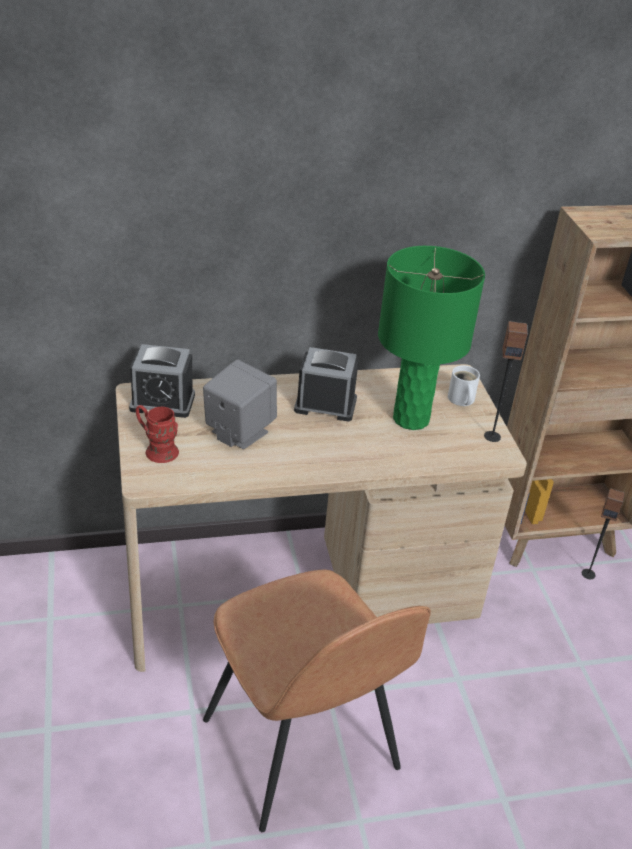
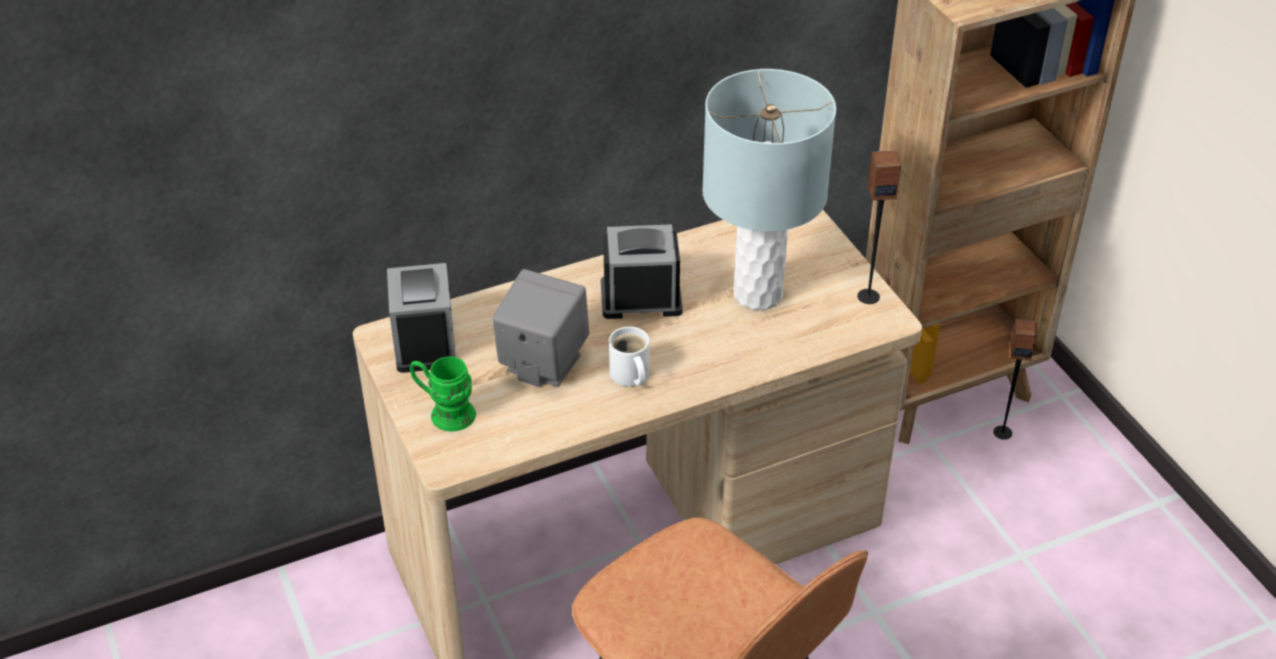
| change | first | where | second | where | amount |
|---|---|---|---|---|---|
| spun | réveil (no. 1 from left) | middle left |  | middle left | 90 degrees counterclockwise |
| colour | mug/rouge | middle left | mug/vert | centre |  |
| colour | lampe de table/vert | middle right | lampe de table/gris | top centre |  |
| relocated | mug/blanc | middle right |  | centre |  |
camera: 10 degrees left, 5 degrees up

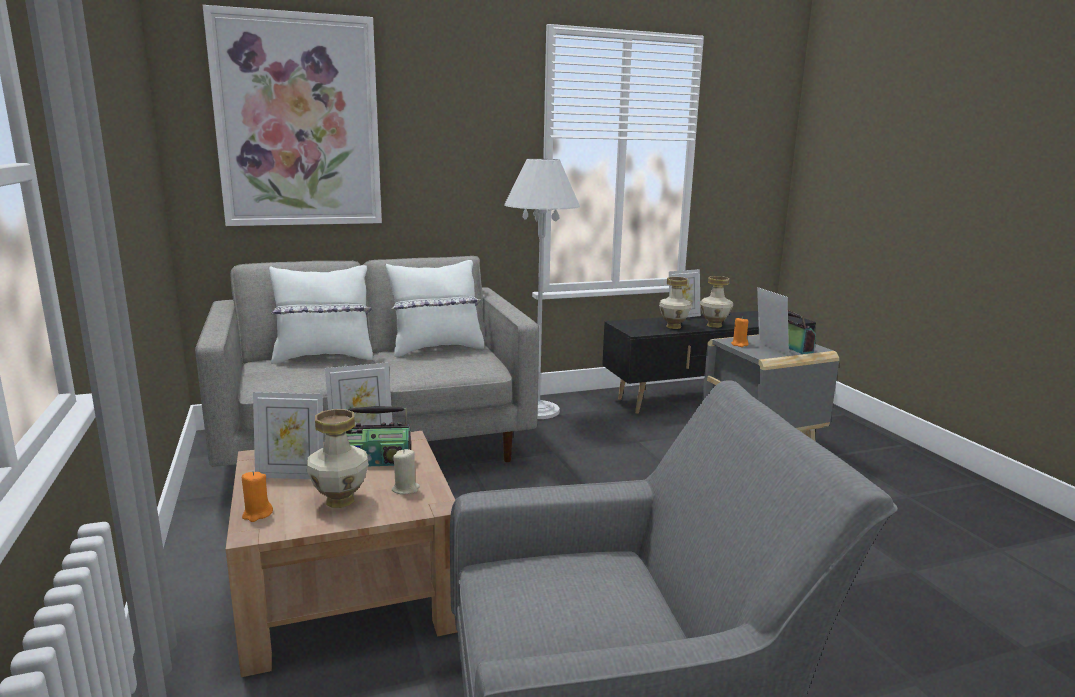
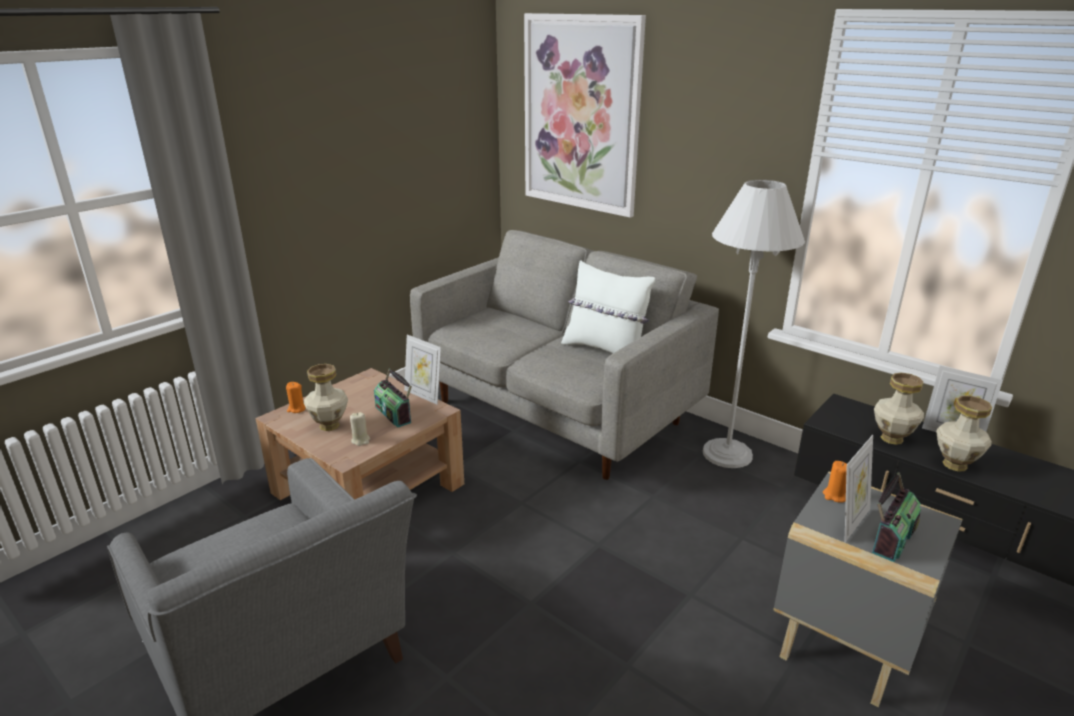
| change | first | where | second | where | amount |
|---|---|---|---|---|---|
| missing | cadre photo (no. 1 from left) | middle left |  |  |  |
| missing | coussin/blanc (no. 1 from left) | middle left |  |  |  |
camera: 60 degrees right, 10 degrees up

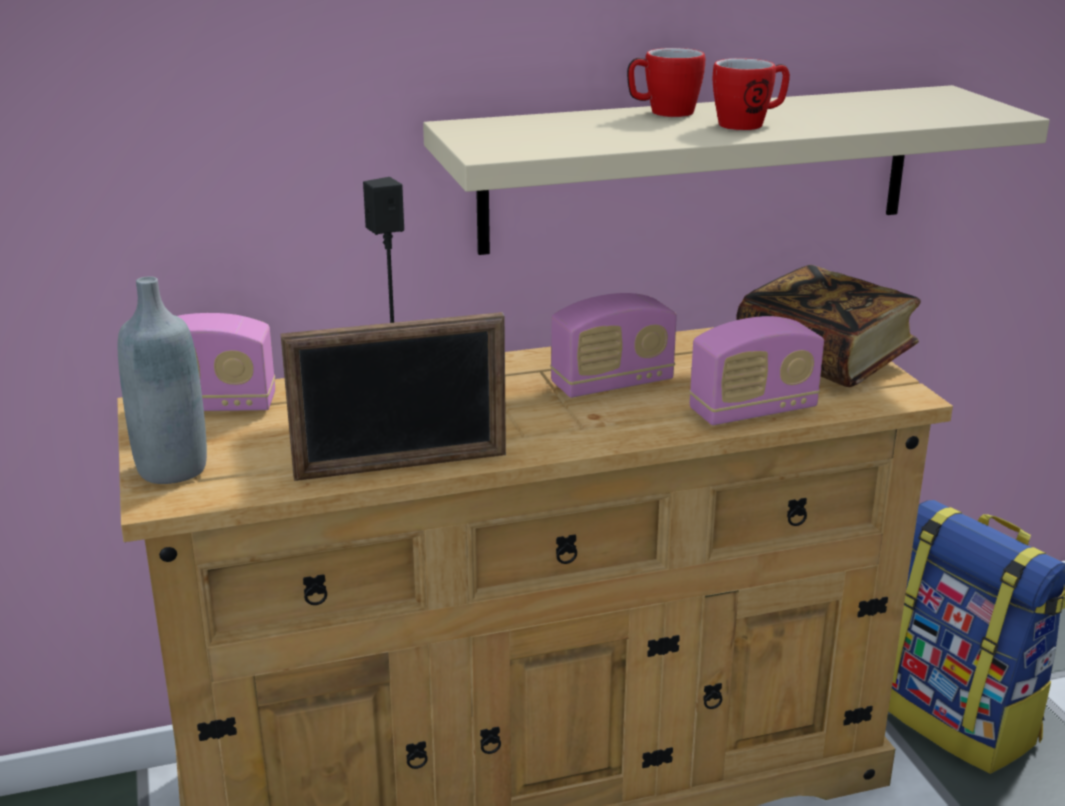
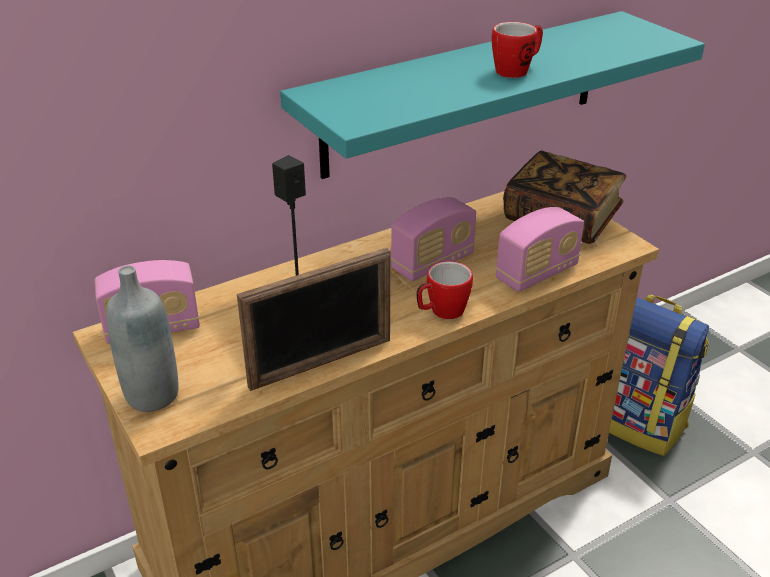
| change | first | where | second | where | amount |
|---|---|---|---|---|---|
| colour | étagère/beige | top right | étagère/turquoise | top centre |  |
| relocated | mug (no. 1 from left) | top centre |  | centre |  |
camera: 15 degrees left, 10 degrees up

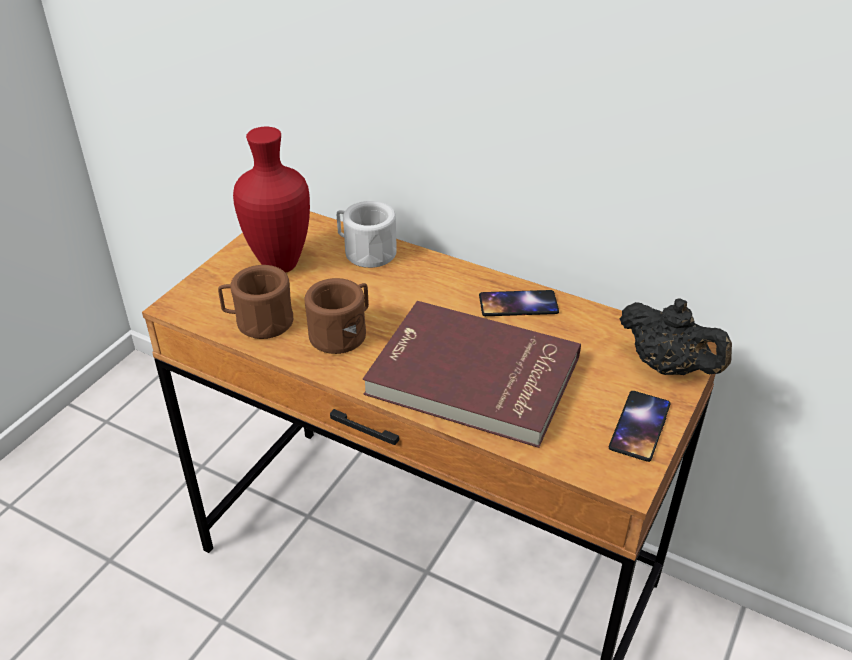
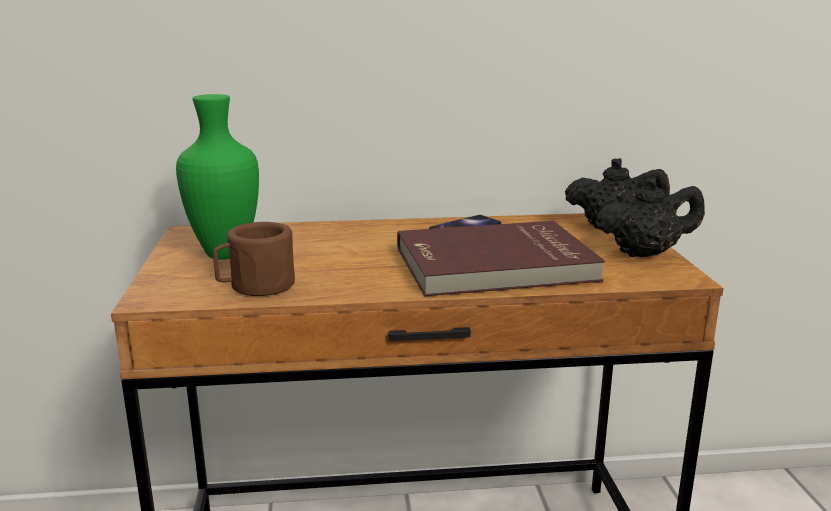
| change | first | where | second | where | amount |
|---|---|---|---|---|---|
| colour | vase/rouge | top left | vase/vert | middle left |  |
| missing | mug/marron (no. 2 from left) | centre |  |  |  |
| missing | mug/blanc | centre |  |  |  |
| exchanged | téléphone (no. 2 from left) | middle right | théière/noir (no. 2 from left) | middle right |  |
camera: 35 degrees left, 20 degrees down

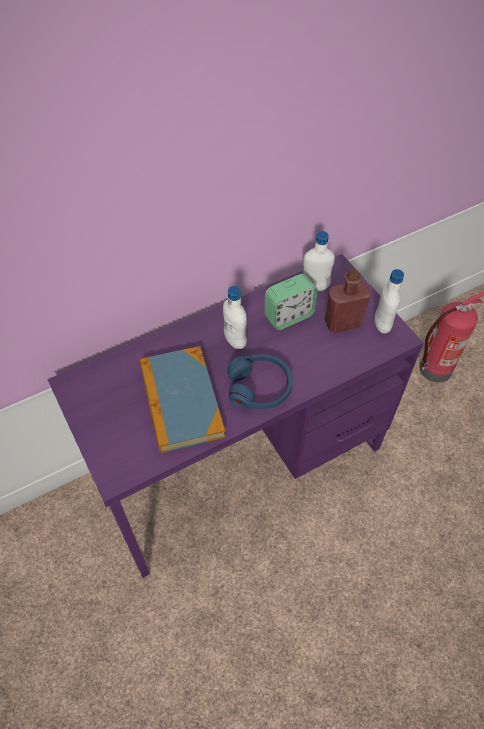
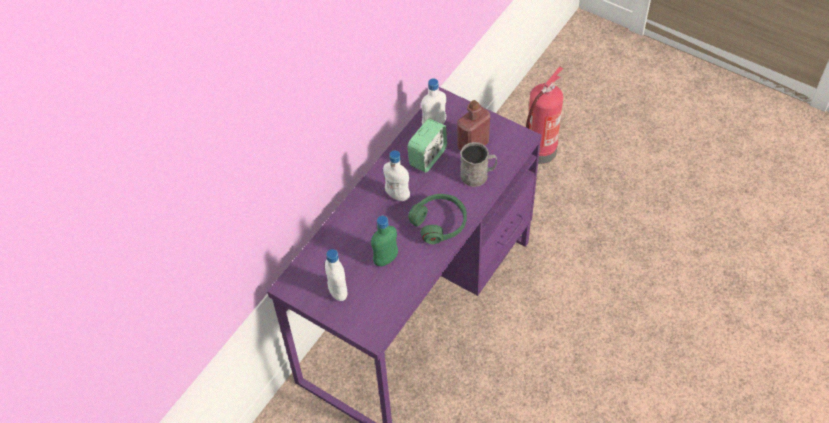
| change | first | where | second | where | amount |
|---|---|---|---|---|---|
| exchanged | livre | centre | bouteille/vert | centre |  |
| colour | casque audio/bleu | centre | casque audio/vert | centre |  |
| relocated | bouteille/blanc (no. 3 from left in the first image) | middle right | bouteille/blanc (no. 1 from left) | centre |  |
| appeared |  |  | mug/gris | centre |  |
camera: 25 degrees left, 0 degrees up

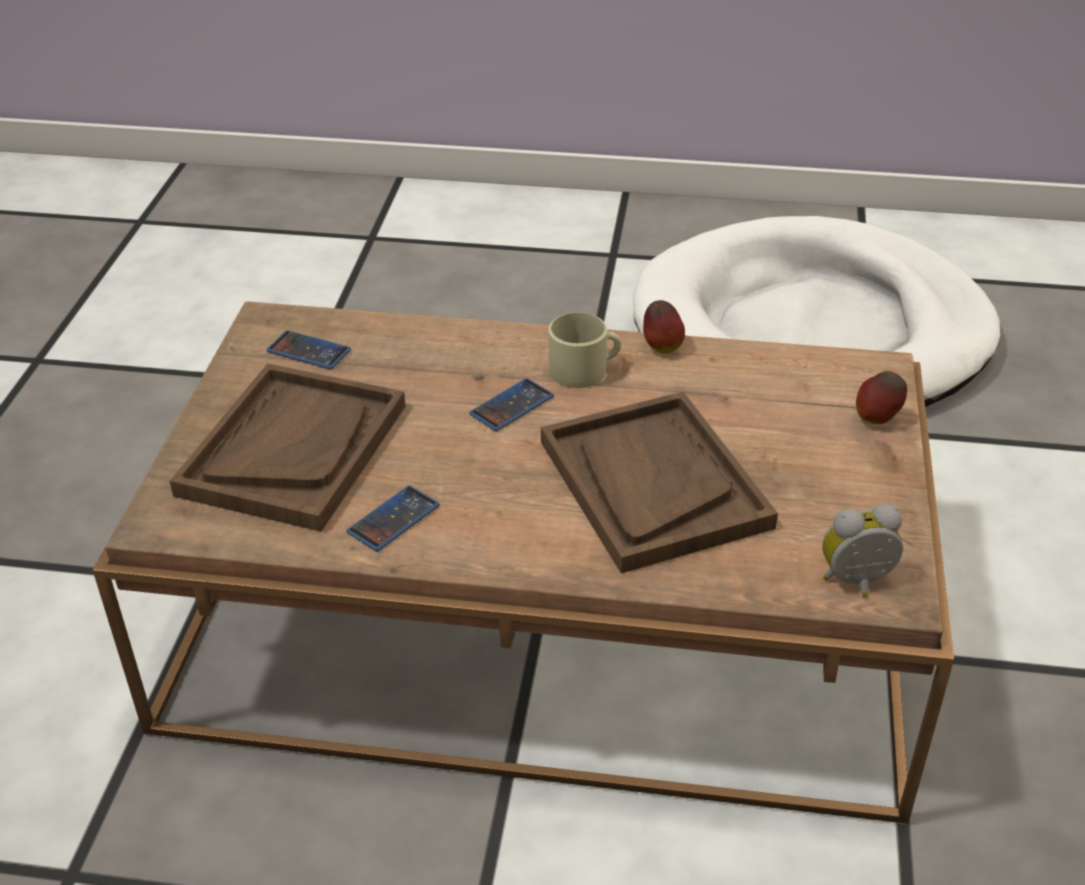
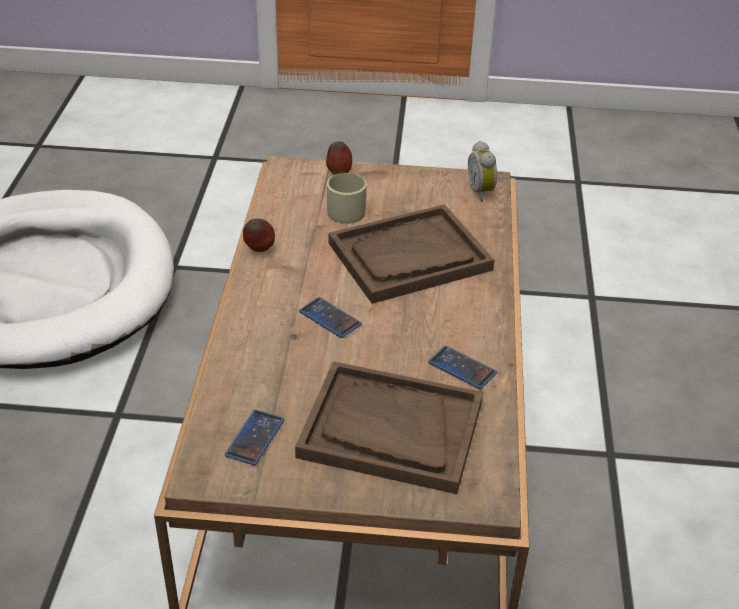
| change | first | where | second | where | amount |
|---|---|---|---|---|---|
| relocated | mug/beige | centre |  | top centre |  |
camera: 95 degrees left, 0 degrees up

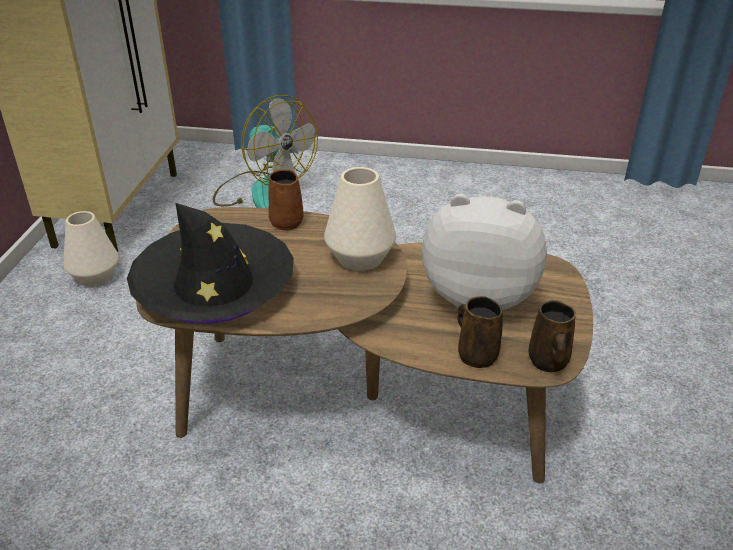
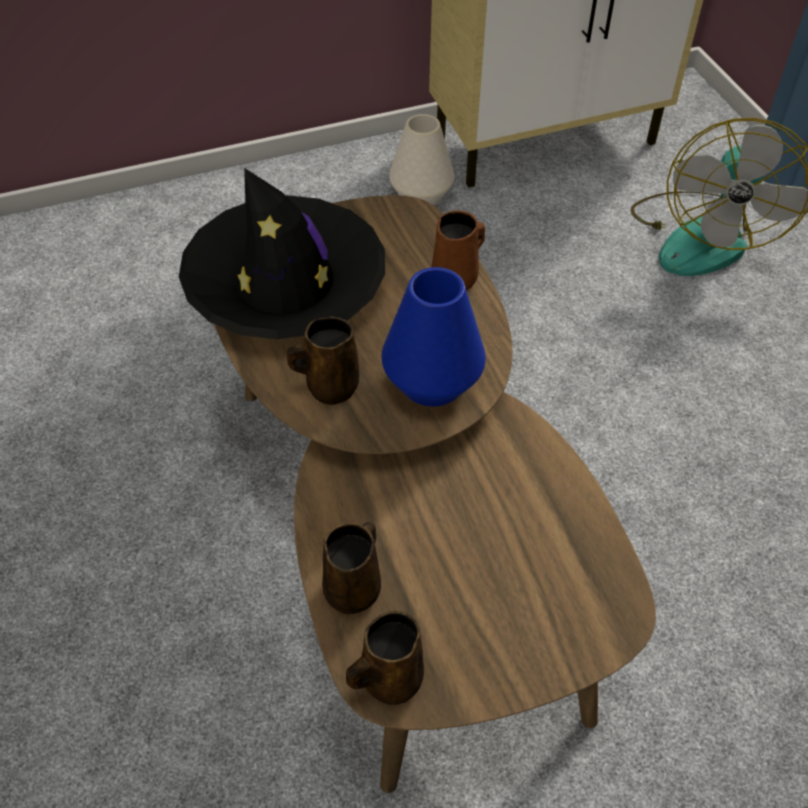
| change | first | where | second | where | amount |
|---|---|---|---|---|---|
| colour | vase/blanc (no. 2 from left) | centre | vase/bleu | centre |  |
| missing | peluche | centre |  |  |  |
| appeared |  |  | mug/marron (no. 1 from left) | centre |  |
camera: 60 degrees right, 15 degrees up

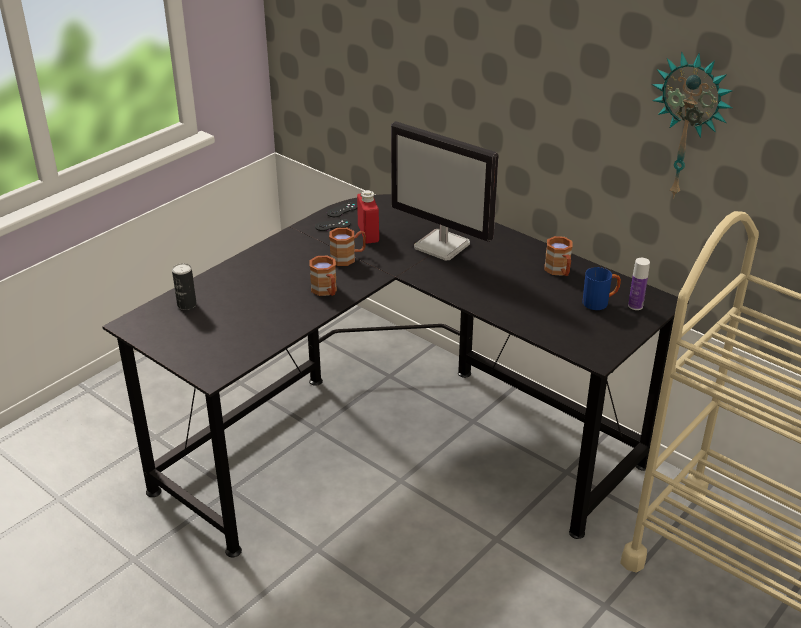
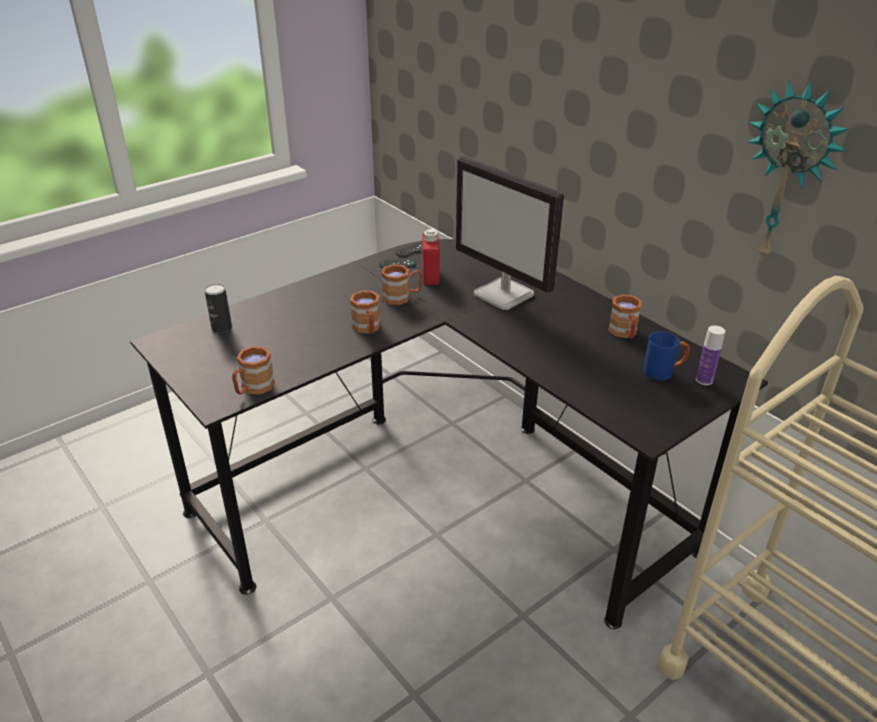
| change | first | where | second | where | amount |
|---|---|---|---|---|---|
| appeared |  |  | mug/marron (no. 1 from left) | middle left |  |
camera: 10 degrees right, 0 degrees up

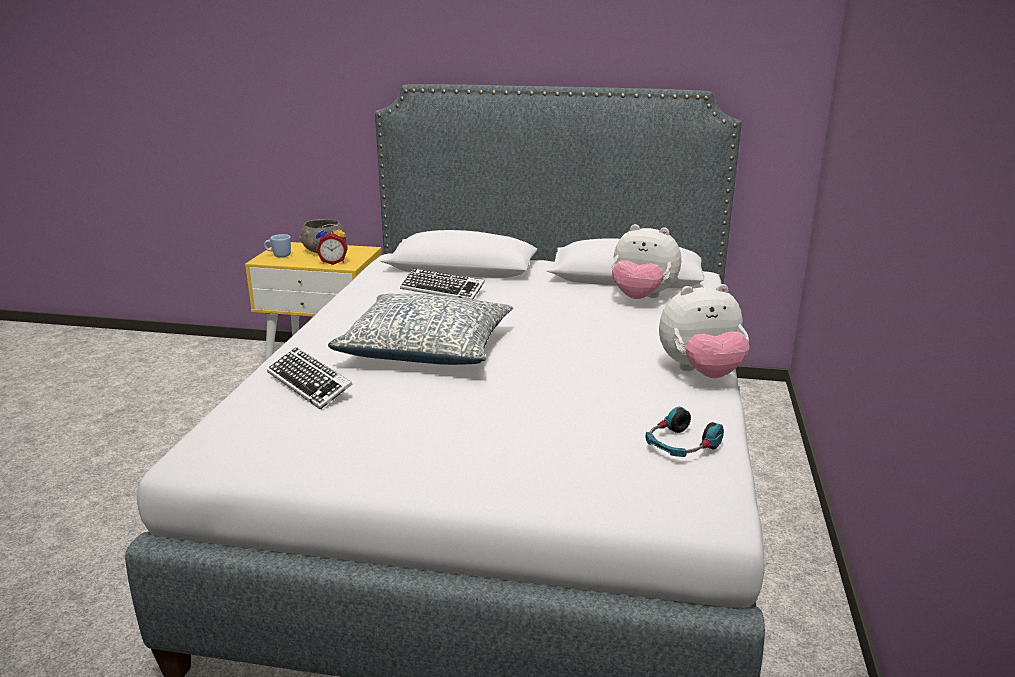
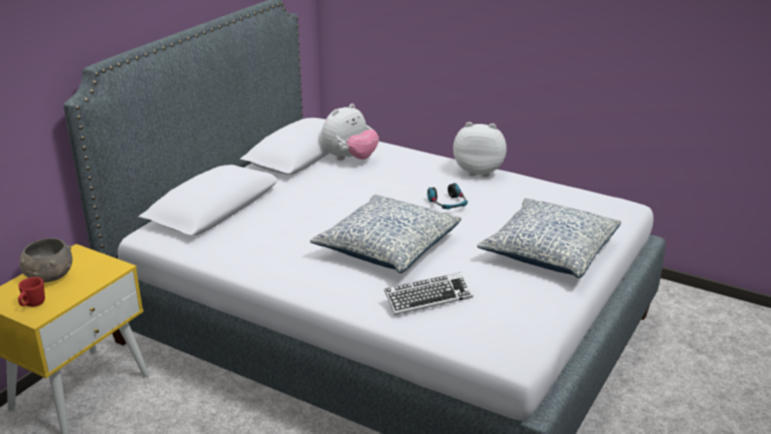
| change | first | where | second | where | amount |
|---|---|---|---|---|---|
| colour | mug/bleu | middle left | mug/rouge | bottom left |  |
| missing | réveil | middle left |  |  |  |
| missing | clavier (no. 2 from left) | centre |  |  |  |
| relocated | casque audio | middle right |  | centre |  |
| spun | peluche (no. 2 from left) | middle right |  | centre | 90 degrees counterclockwise |
| appeared |  |  | coussin (no. 2 from left) | middle right |  |
camera: 70 degrees left, 5 degrees up

